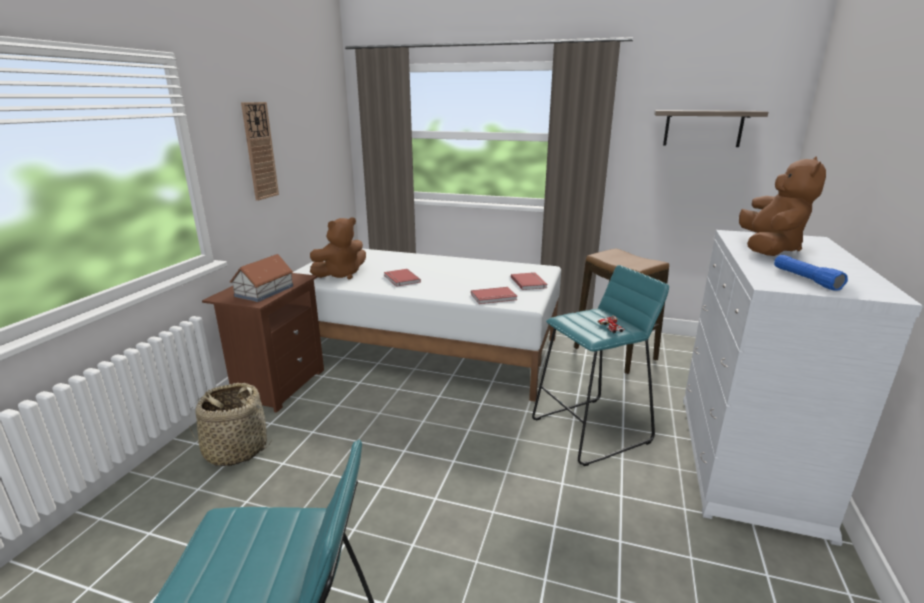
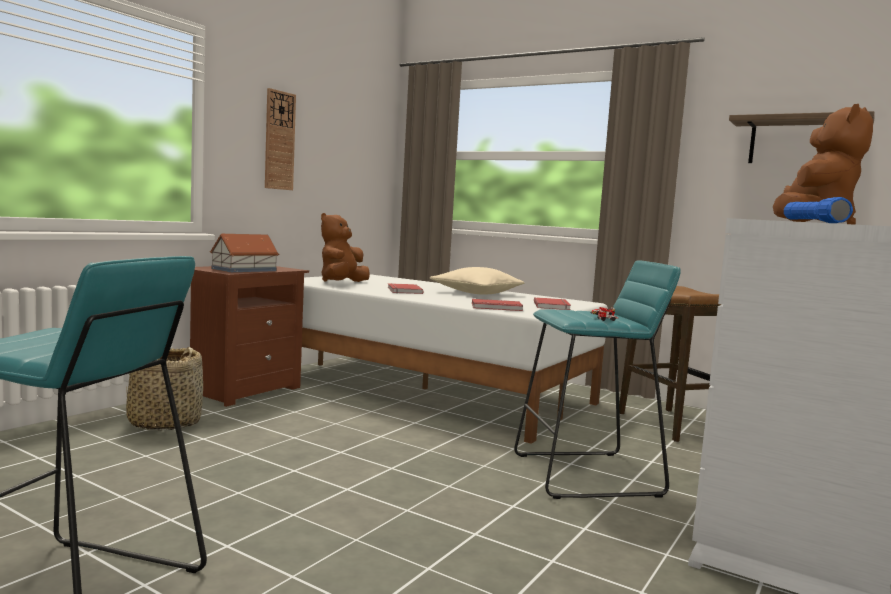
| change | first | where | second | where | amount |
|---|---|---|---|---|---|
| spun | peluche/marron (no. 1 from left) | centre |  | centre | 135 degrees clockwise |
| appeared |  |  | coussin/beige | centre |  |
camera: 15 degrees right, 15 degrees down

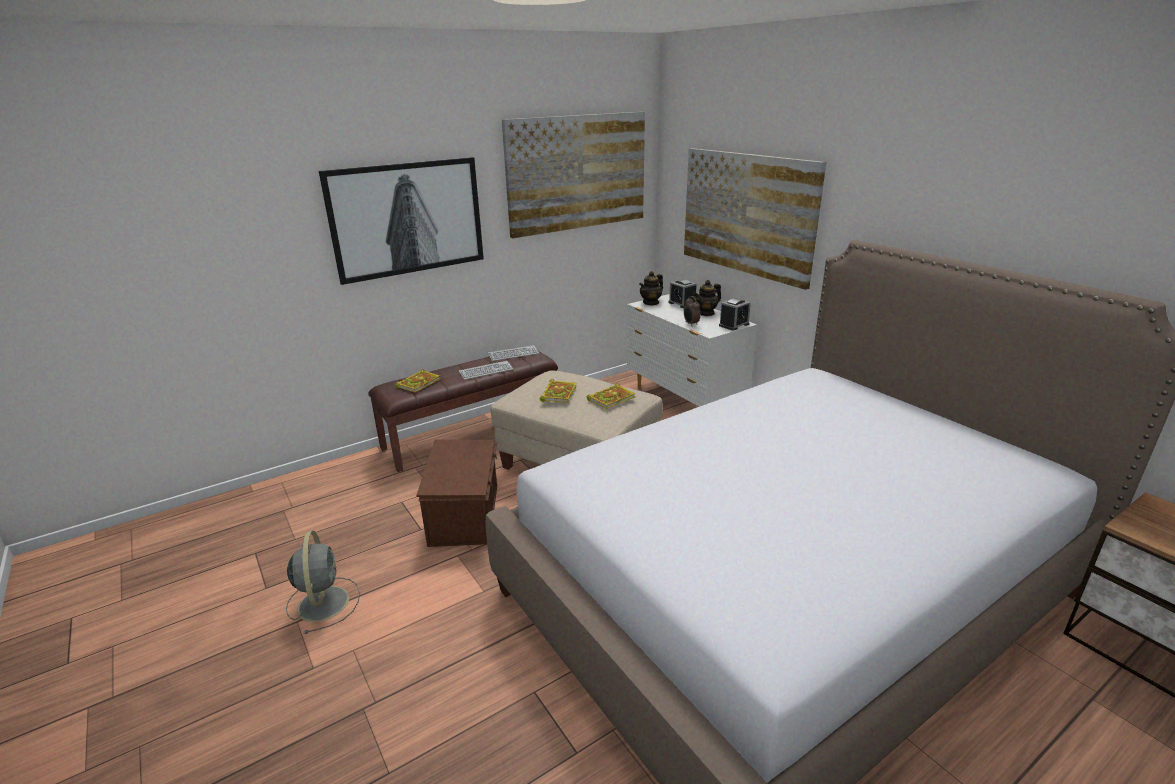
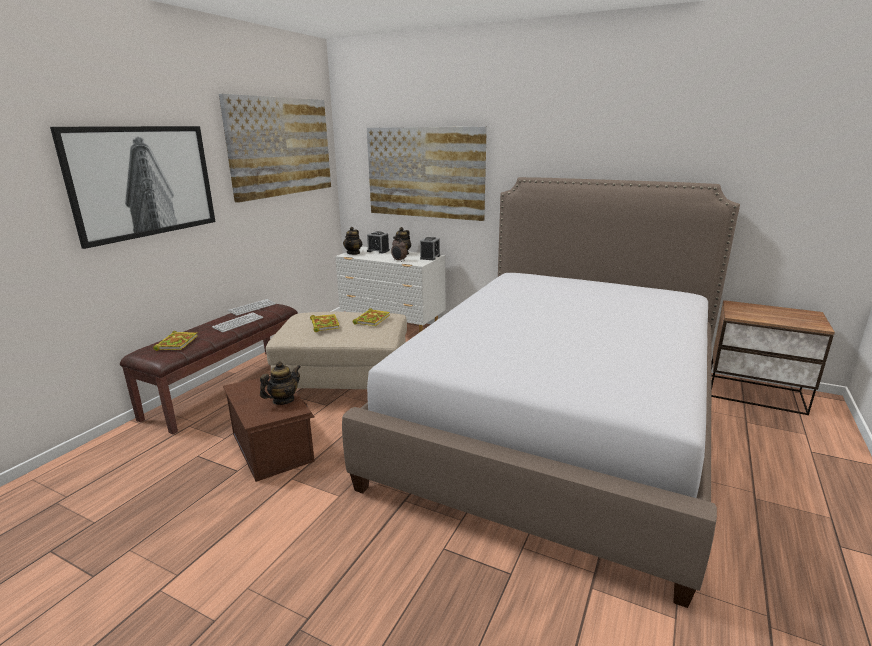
| change | first | where | second | where | amount |
|---|---|---|---|---|---|
| missing | ventilateur/gris | bottom left |  |  |  |
| appeared |  |  | théière (no. 1 from left) | middle left |  |
camera: 30 degrees left, 5 degrees down

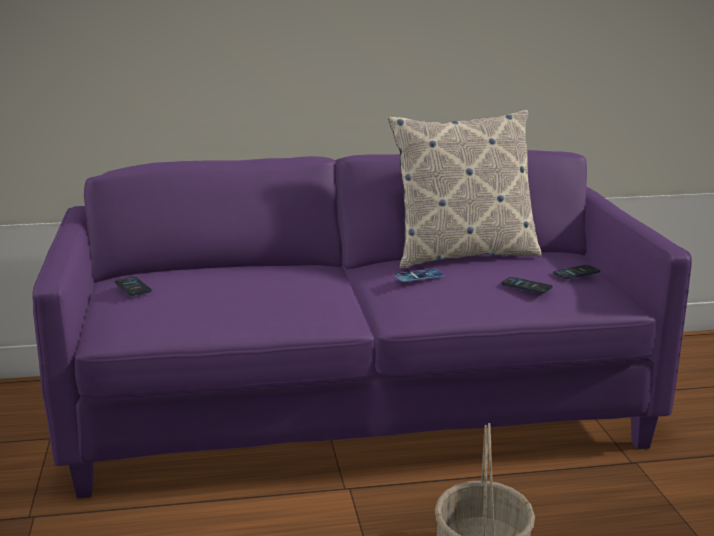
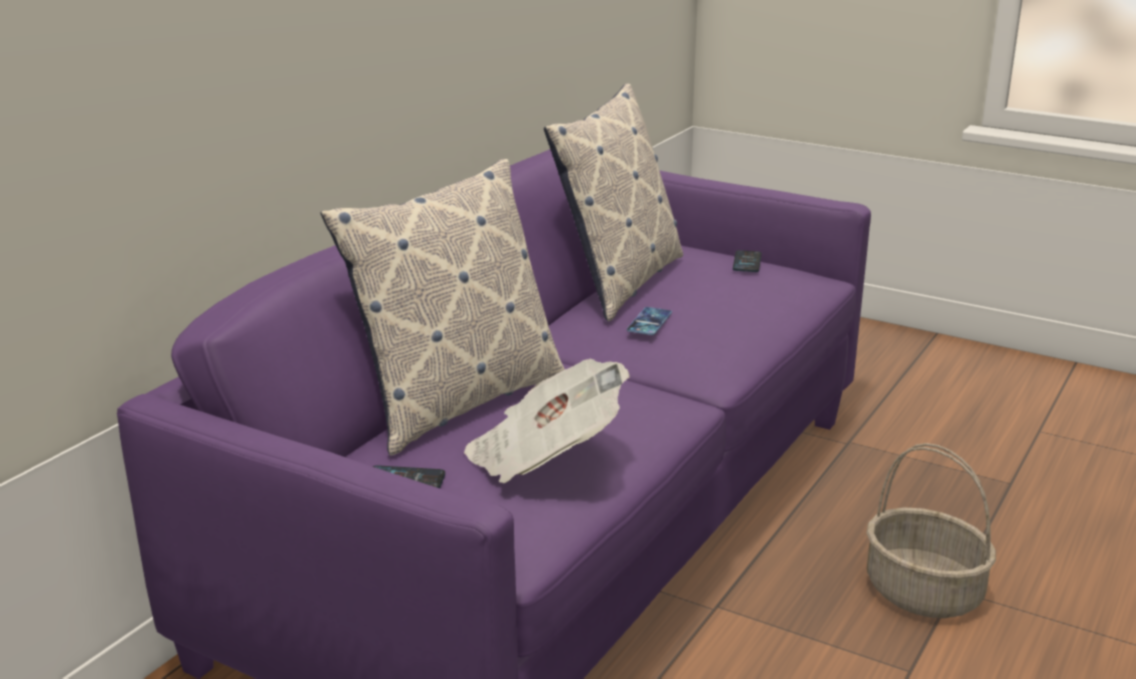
| change | first | where | second | where | amount |
|---|---|---|---|---|---|
| missing | téléphone (no. 3 from left) | middle right |  |  |  |
| appeared |  |  | coussin (no. 1 from left) | centre |  |
| appeared |  |  | journal | centre |  |
camera: 50 degrees left, 5 degrees up

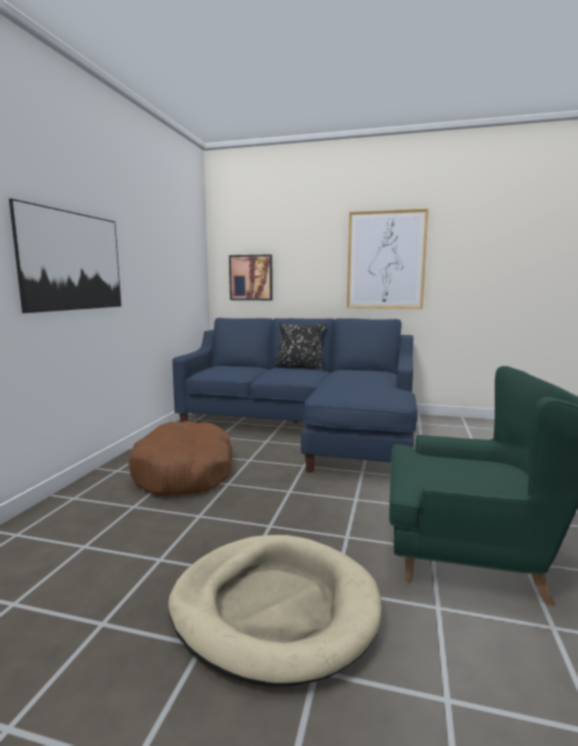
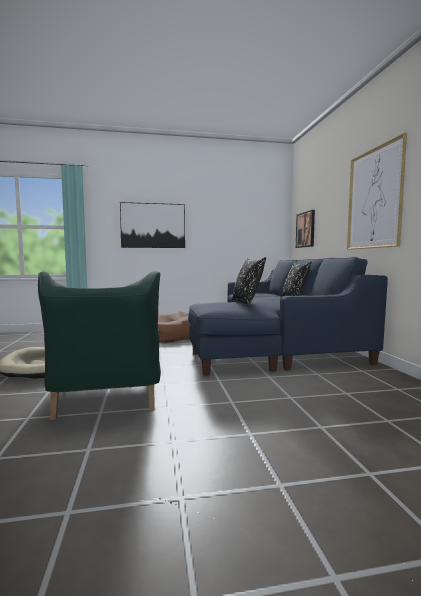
| change | first | where | second | where | amount |
|---|---|---|---|---|---|
| appeared |  |  | coussin/noir (no. 1 from left) | centre |  |
camera: 65 degrees right, 5 degrees down

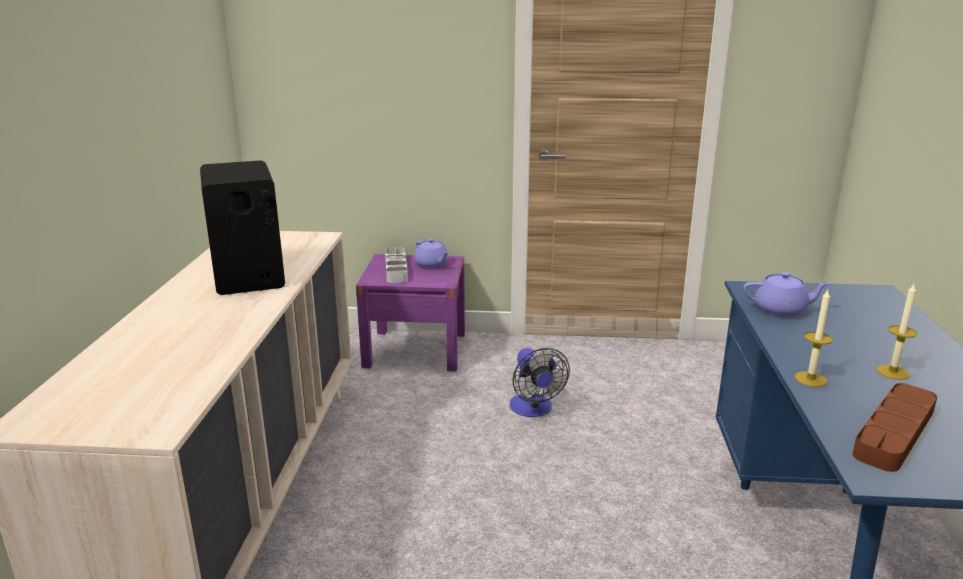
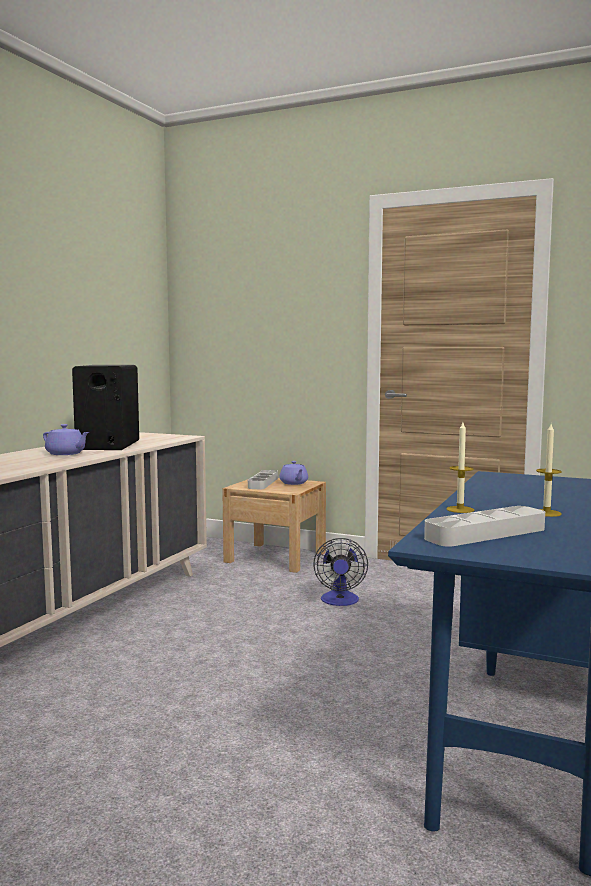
| change | first | where | second | where | amount |
|---|---|---|---|---|---|
| colour | table de chevet/violet | centre | table de chevet/beige | centre |  |
| relocated | théière/violet (no. 2 from left in the first image) | middle right | théière/violet (no. 1 from left) | middle left |  |
| colour | plateau/marron | bottom right | plateau/gris (no. 2 from left) | middle right |  |
camera: 20 degrees right, 15 degrees down

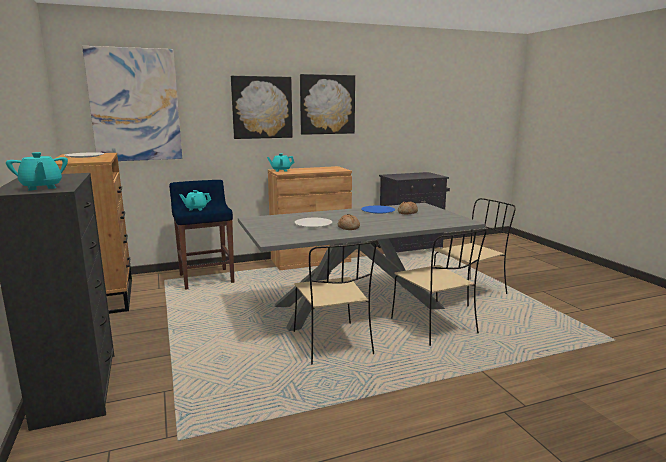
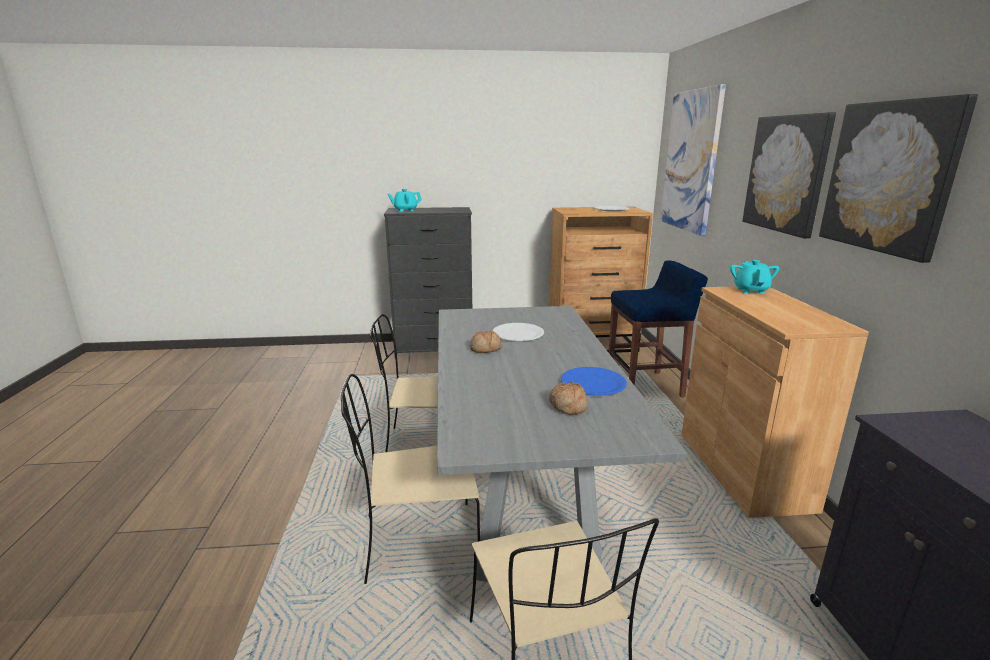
| change | first | where | second | where | amount |
|---|---|---|---|---|---|
| missing | théière/turquoise (no. 2 from left) | middle left |  |  |  |
camera: 105 degrees right, 5 degrees up

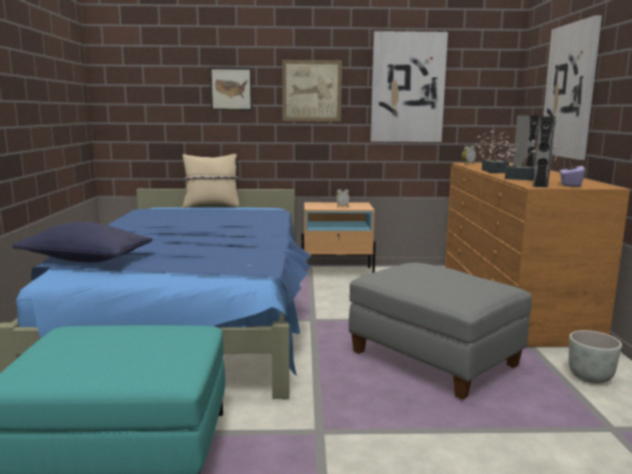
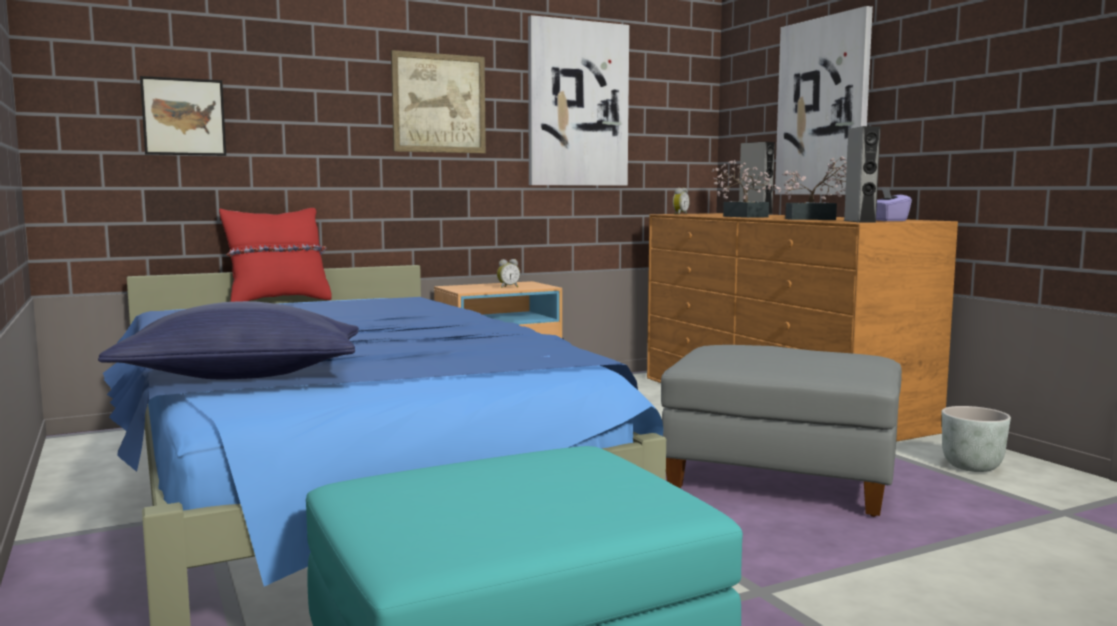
| change | first | where | second | where | amount |
|---|---|---|---|---|---|
| colour | coussin/beige | centre | coussin/rouge | middle left |  |
| relocated | tableau (no. 1 from left) | top centre |  | top left |  |
camera: 25 degrees left, 5 degrees down

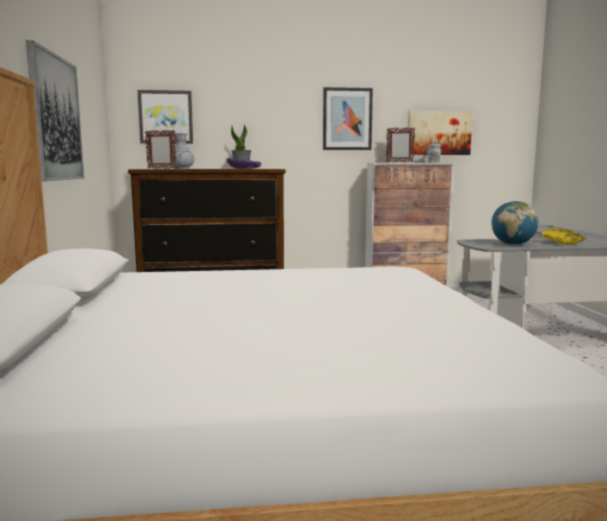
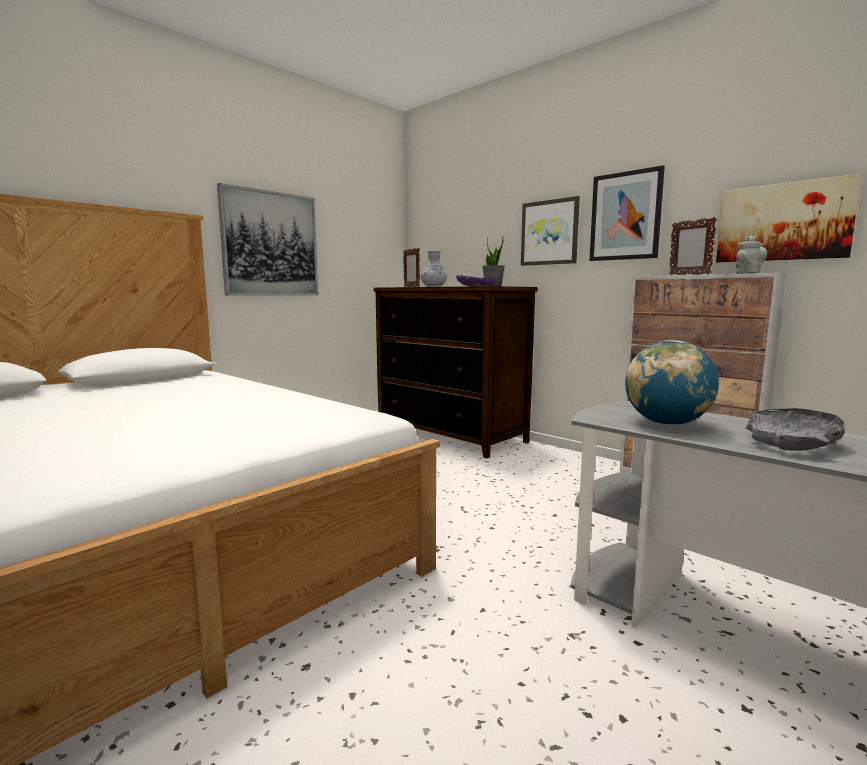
| change | first | where | second | where | amount |
|---|---|---|---|---|---|
| relocated | tableau (no. 2 from left) | top left |  | top centre |  |
| colour | bol/jaune | middle right | bol/gris | middle right |  |
camera: 50 degrees right, 0 degrees up

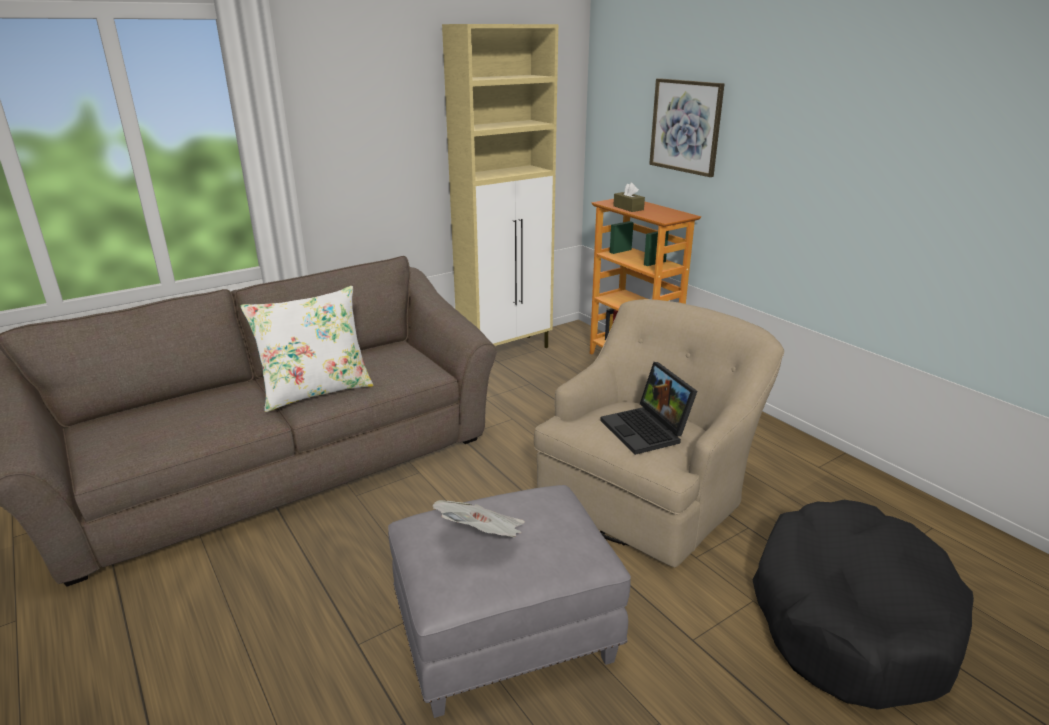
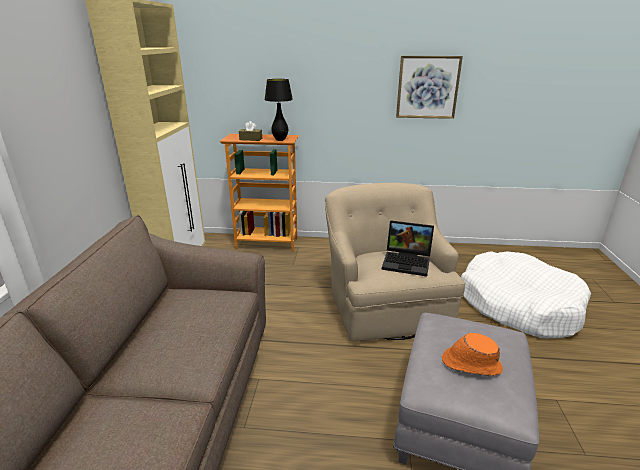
| change | first | where | second | where | amount |
|---|---|---|---|---|---|
| missing | coussin/blanc | middle left |  |  |  |
| exchanged | journal | bottom centre | chapeau/orange | bottom right |  |
| relocated | tableau | top centre |  | top right |  |
| colour | panier pour chien/noir | bottom right | panier pour chien/blanc | middle right |  |
| appeared |  |  | lampe de table/noir | top centre |  |
camera: 50 degrees left, 0 degrees up

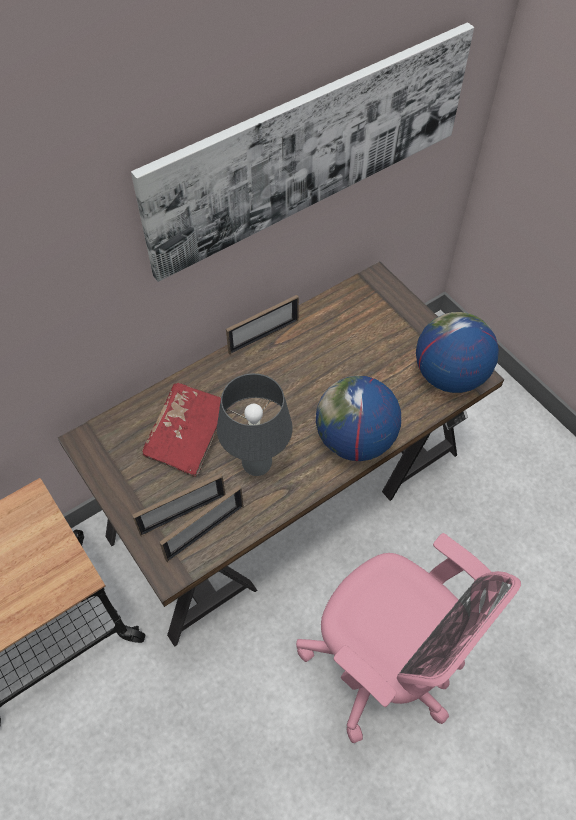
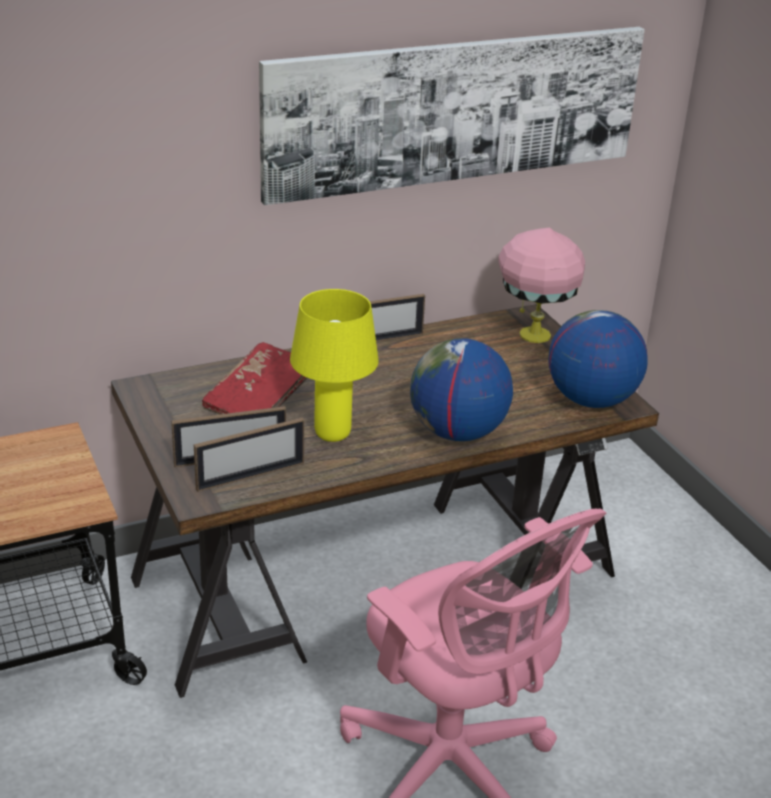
| change | first | where | second | where | amount |
|---|---|---|---|---|---|
| colour | lampe de table/gris | centre | lampe de table/jaune | centre |  |
| appeared |  |  | lampe de table/rose | middle right |  |
camera: 10 degrees right, 25 degrees down

